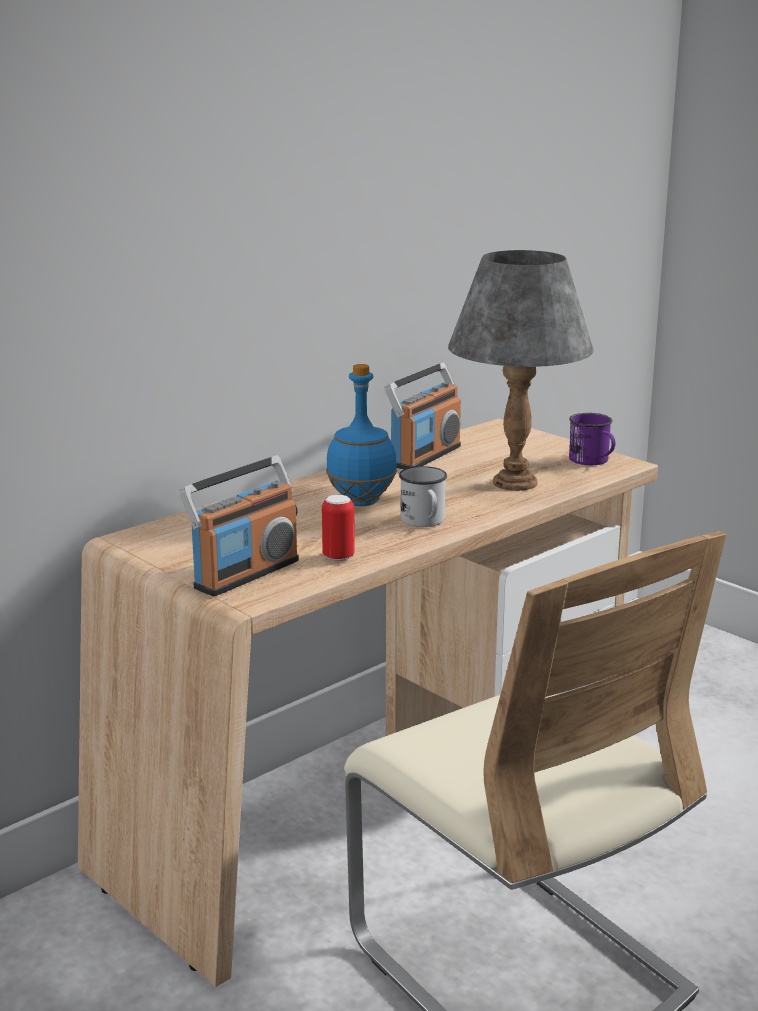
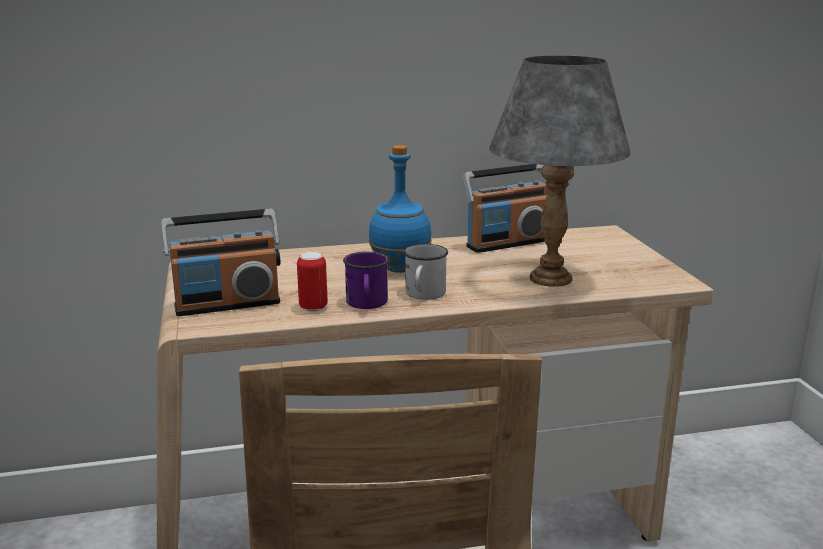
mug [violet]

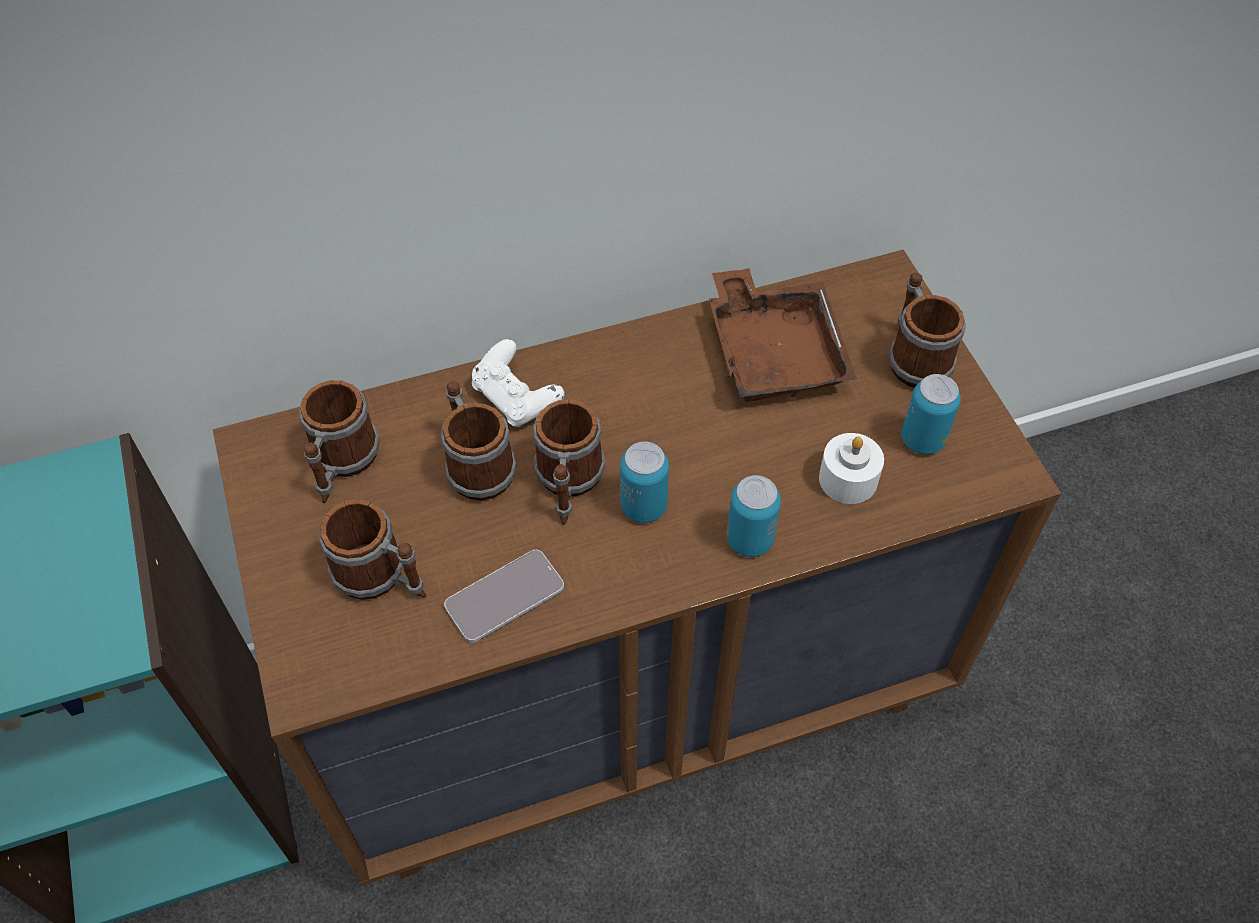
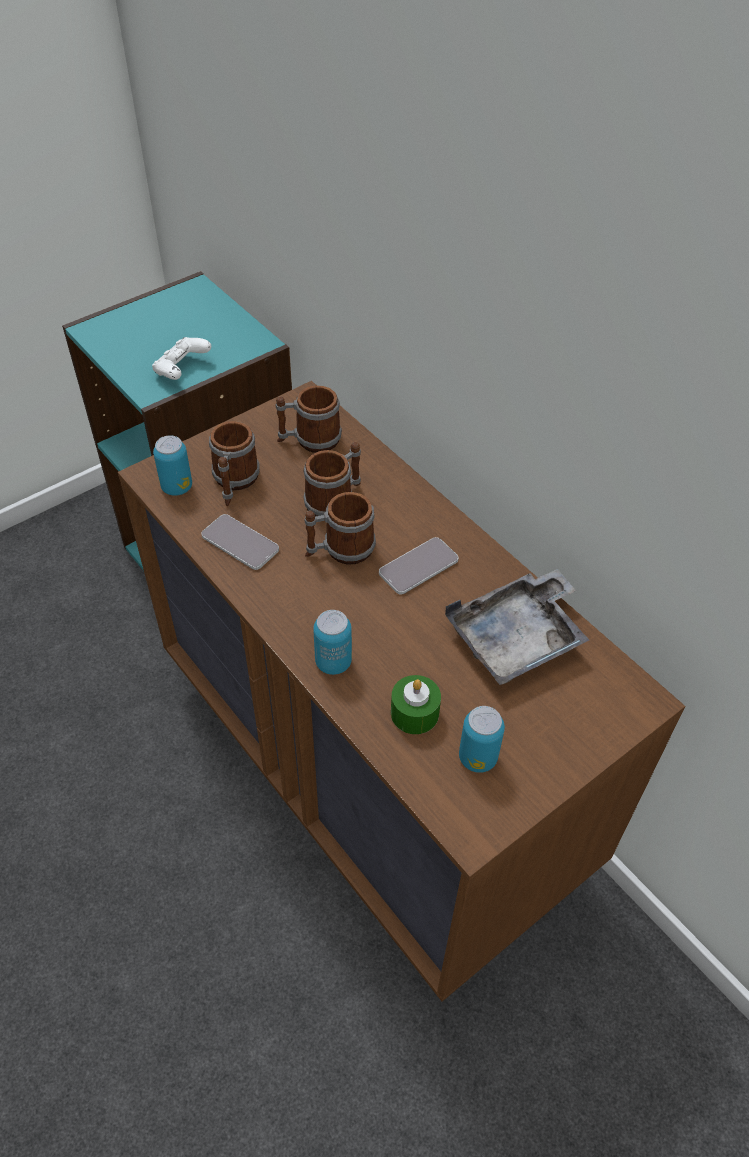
plateau [gris]
mug (no. 5 from left in the first image)
manette [blanc]
bougie [vert]
boîte métallique (no. 1 from left)
téléphone (no. 2 from left)

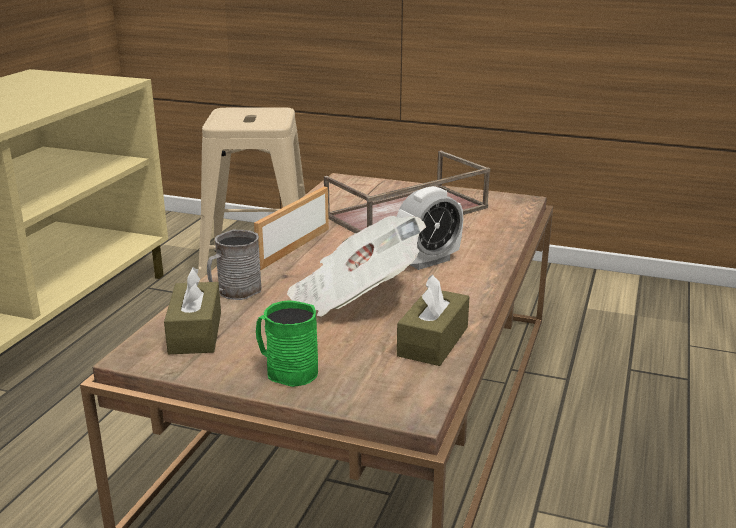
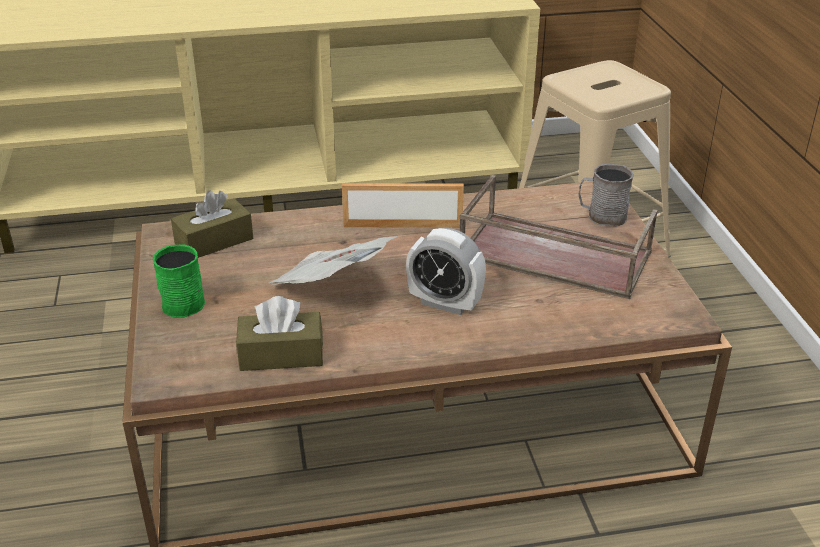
mug [gris]

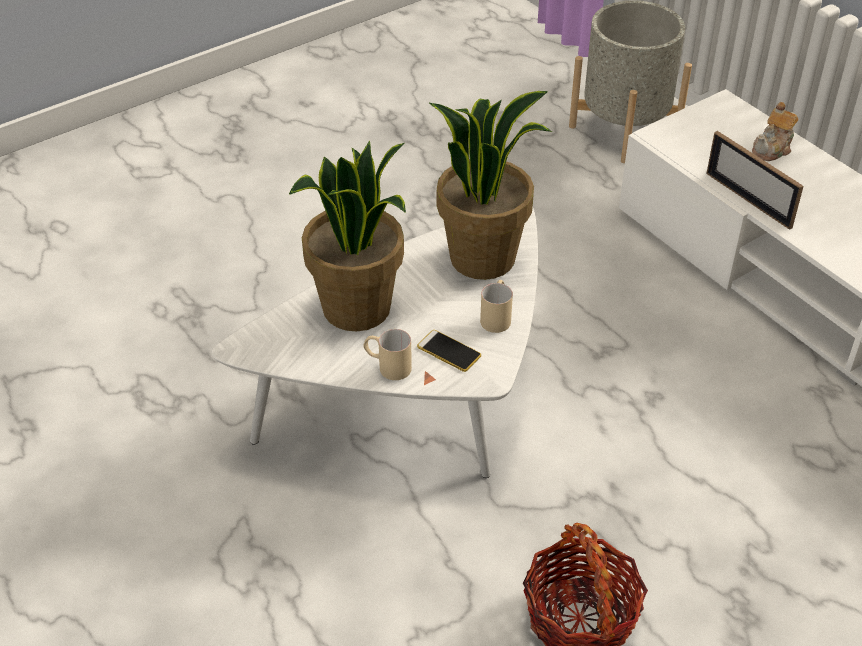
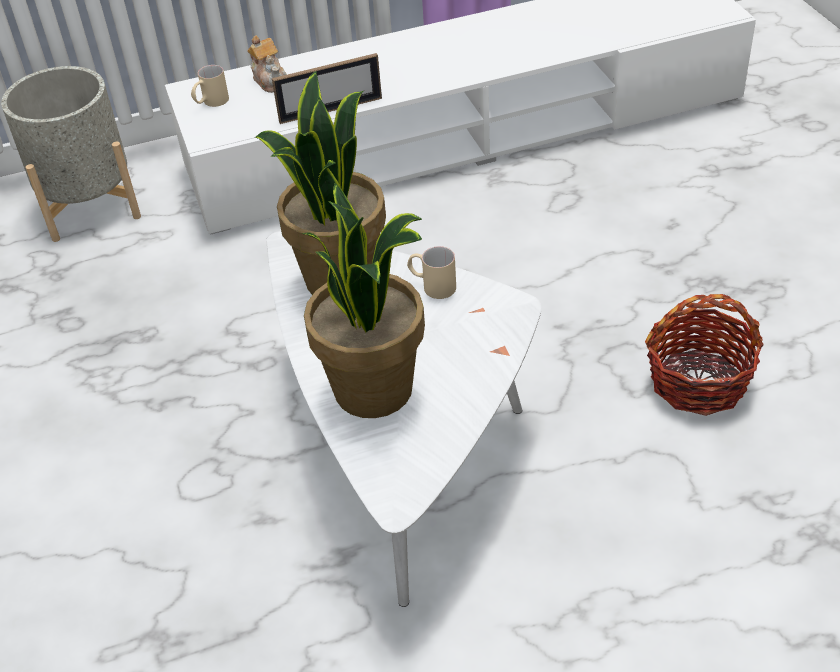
mug [beige] (no. 1 from left)
téléphone

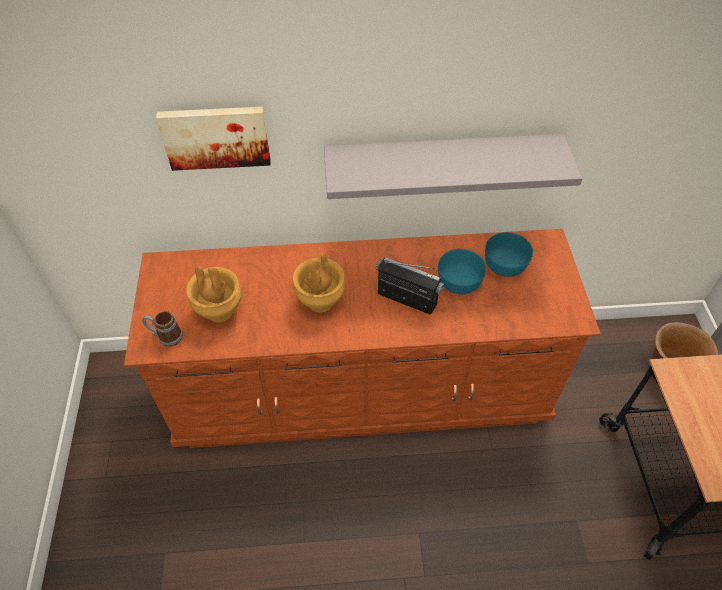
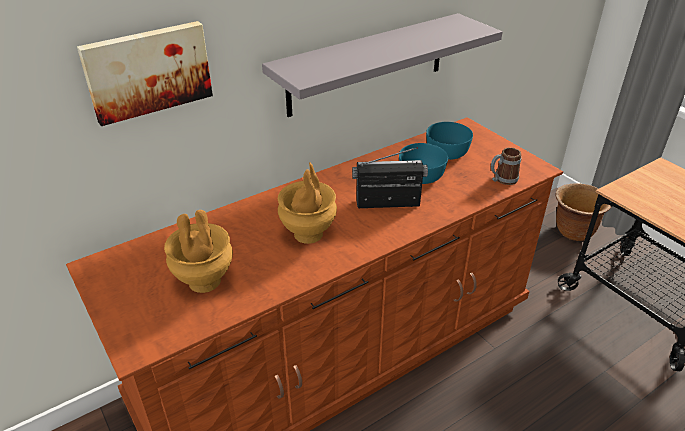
mug

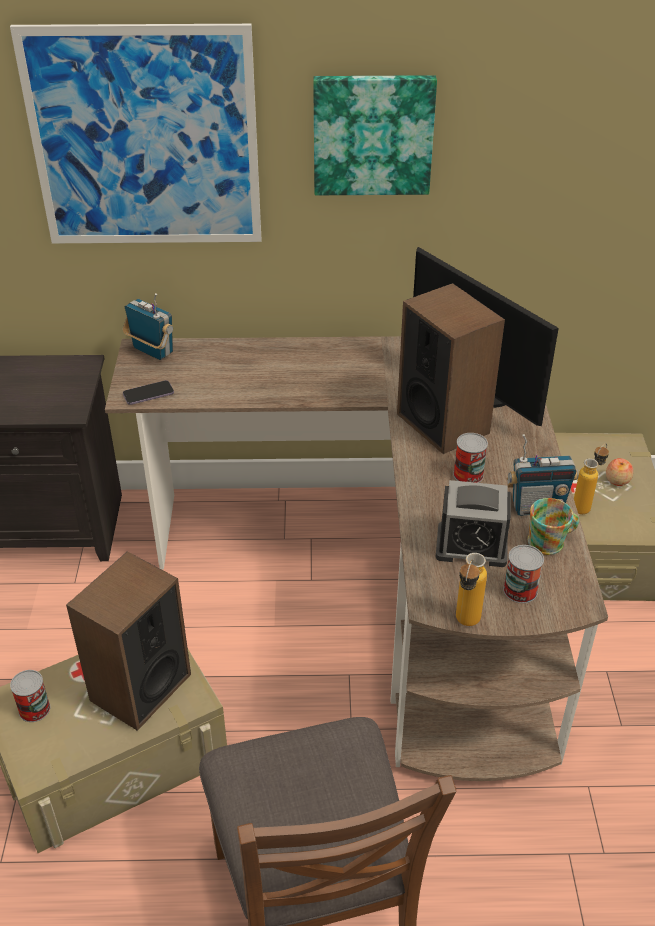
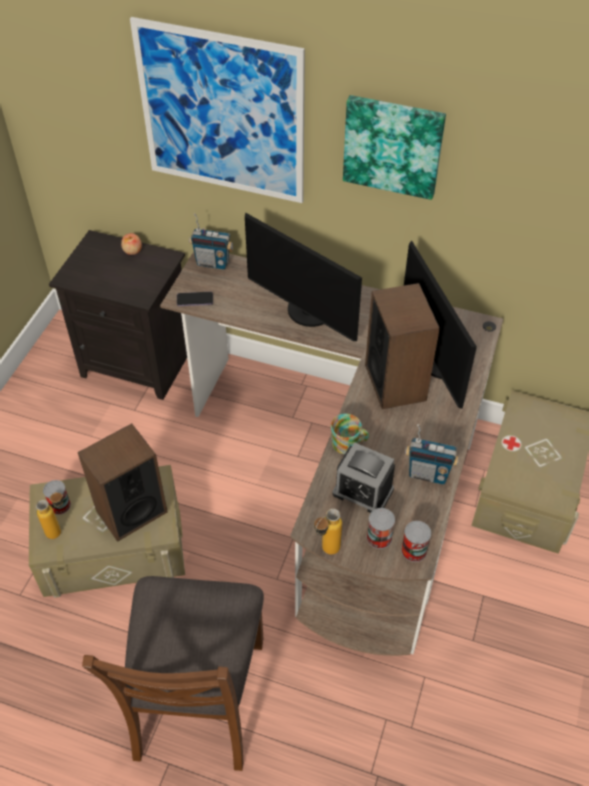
radio (no. 1 from left)
boîte métallique (no. 3 from left)
bouteille (no. 1 from left)
pomme
mug
écran d'ordinateur (no. 1 from left)

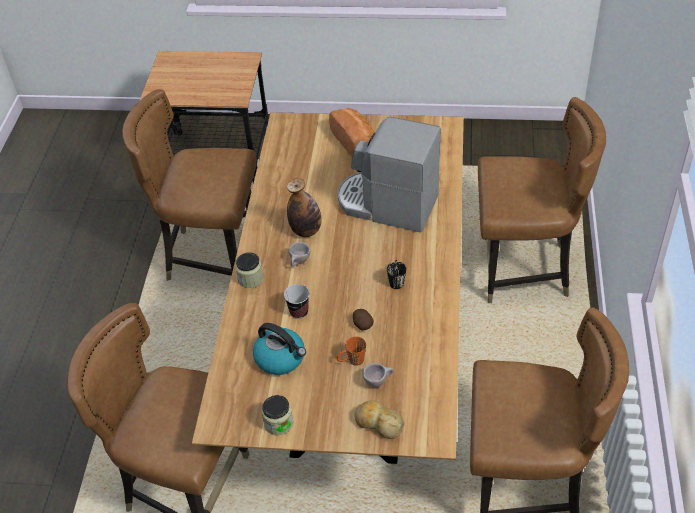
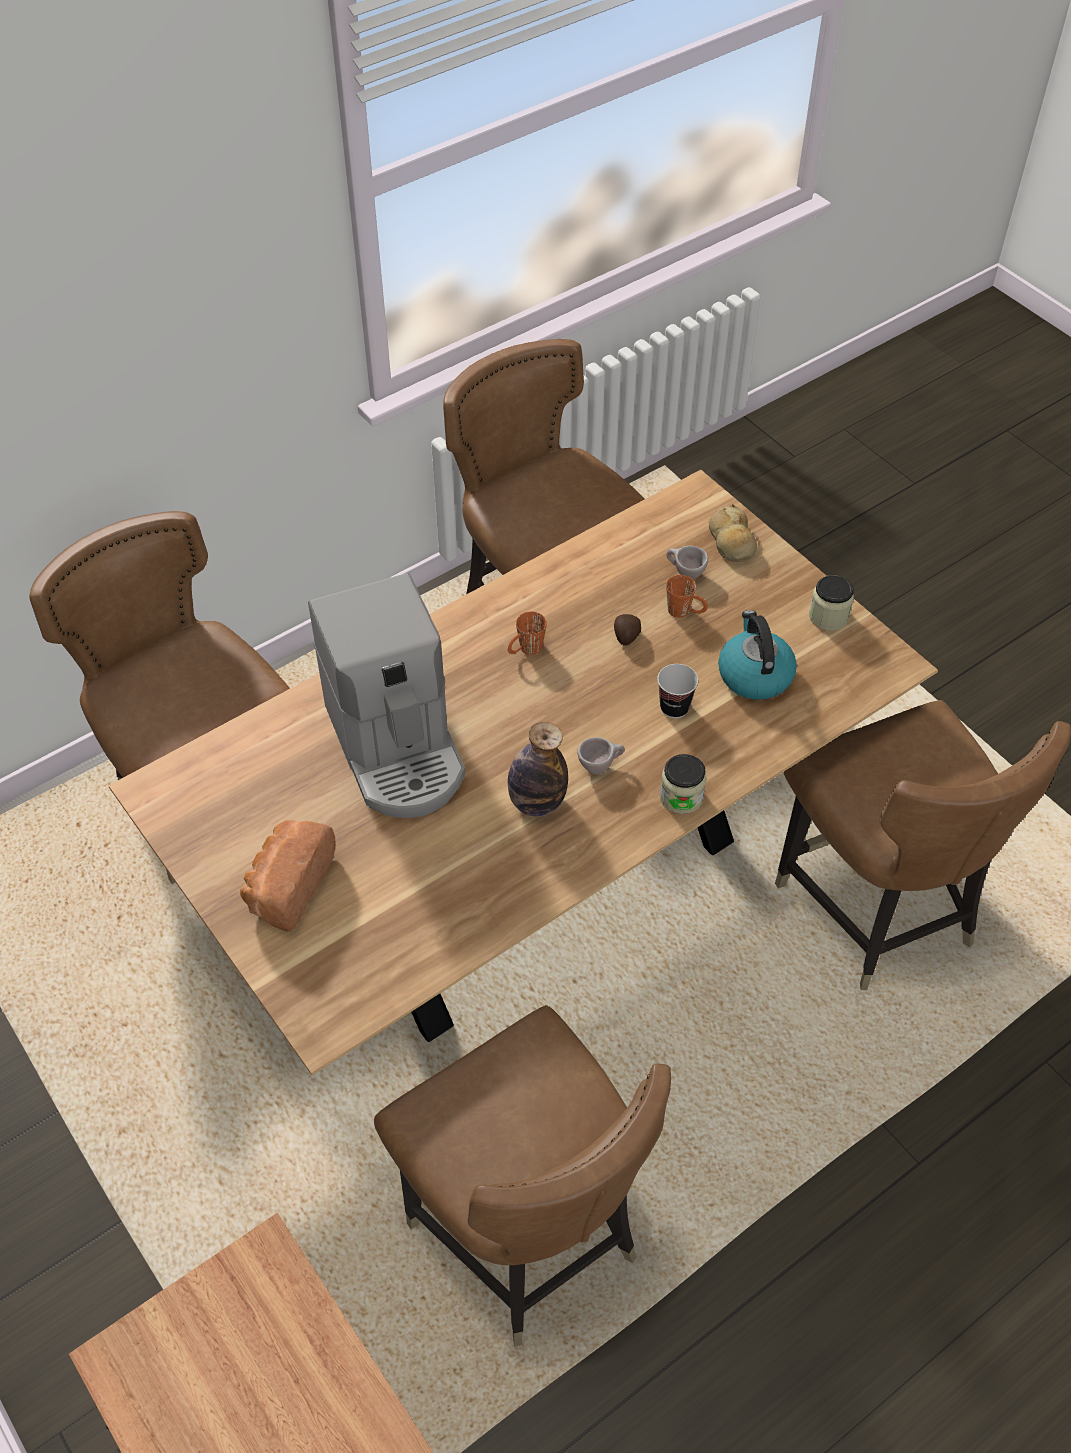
mug [orange] (no. 1 from left)

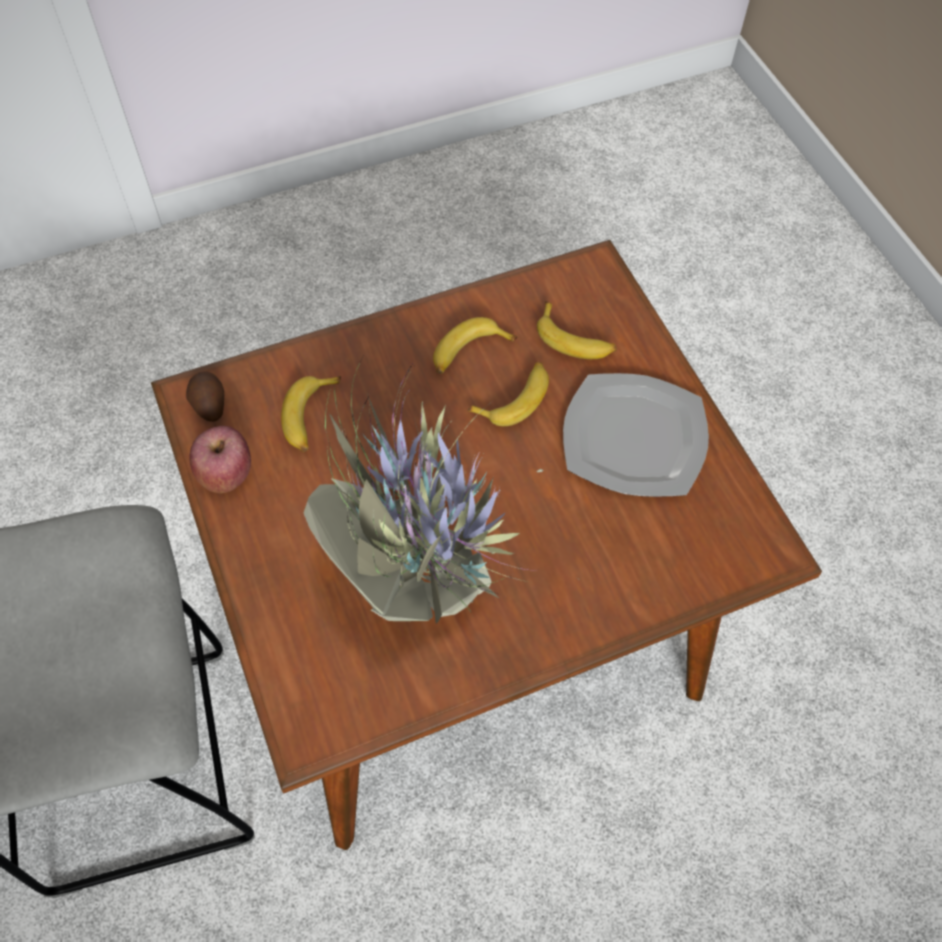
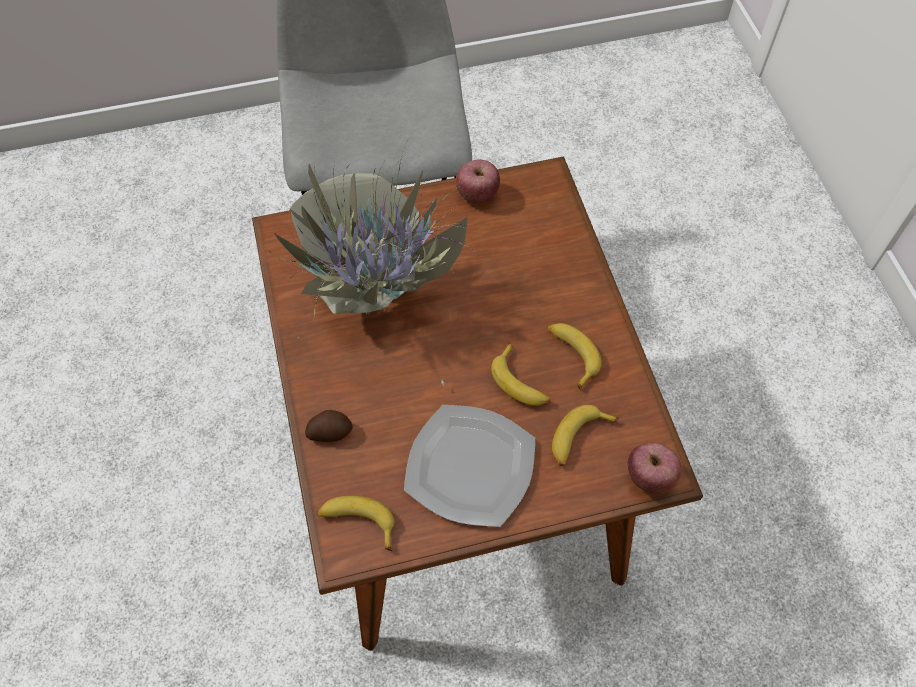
pomme de terre
banane (no. 1 from left)
pomme (no. 2 from left)

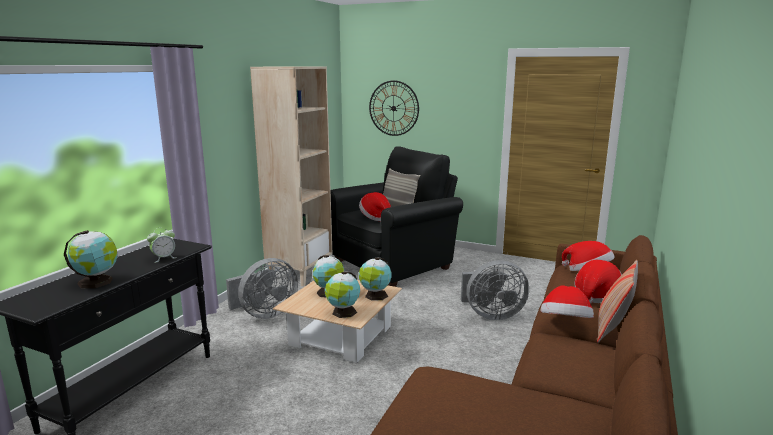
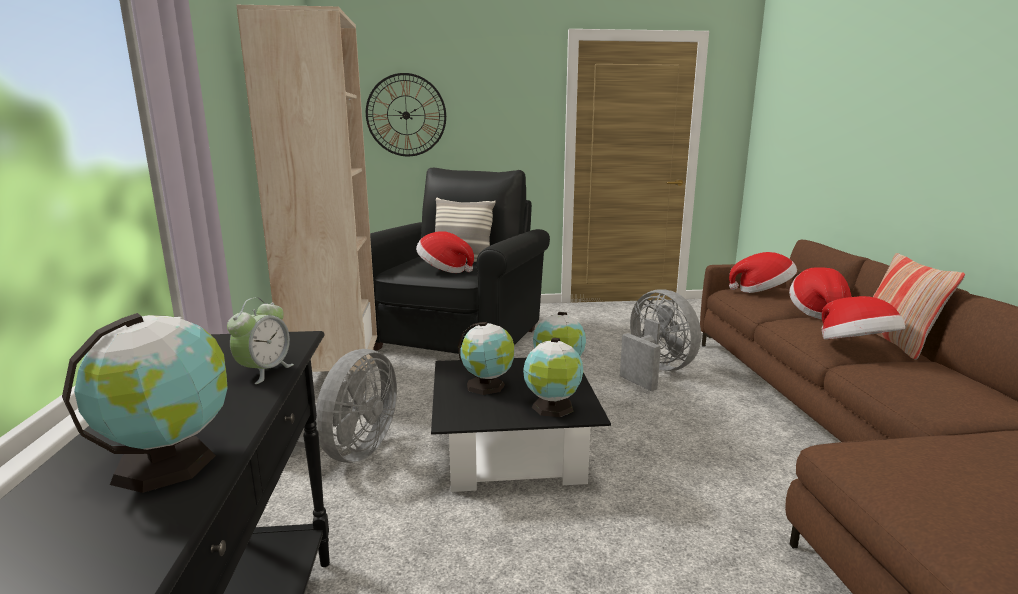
ventilateur [gris] (no. 2 from left)
table basse [noir]

